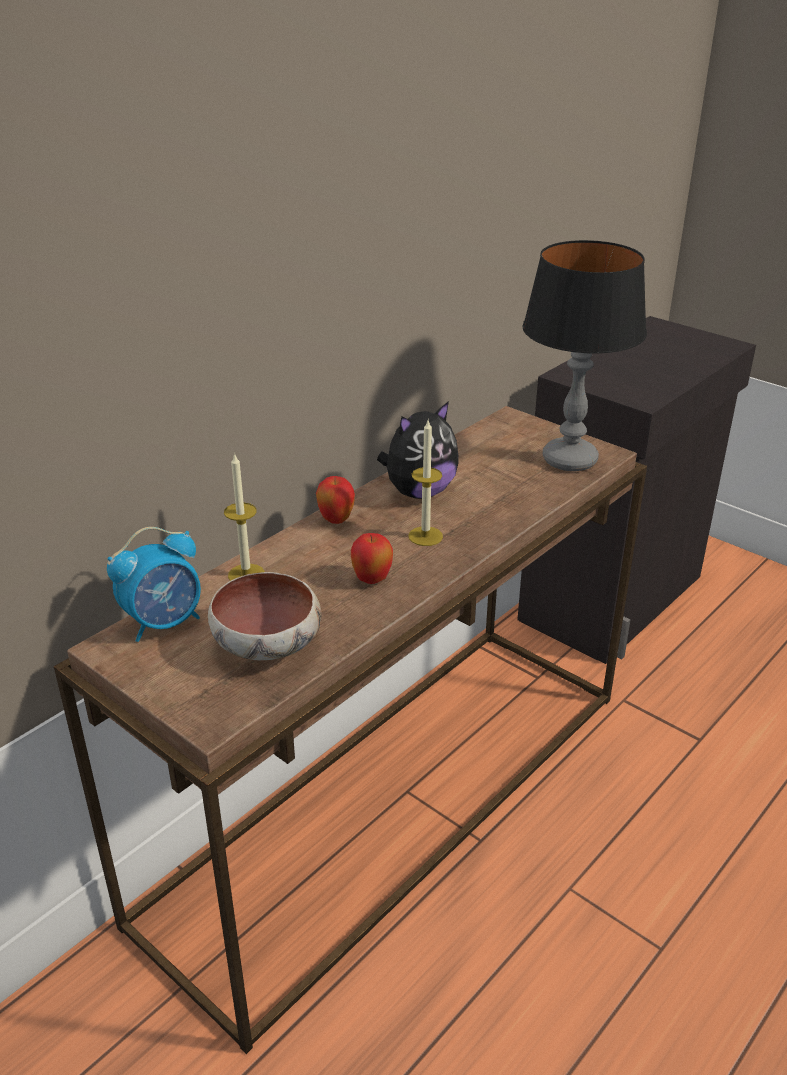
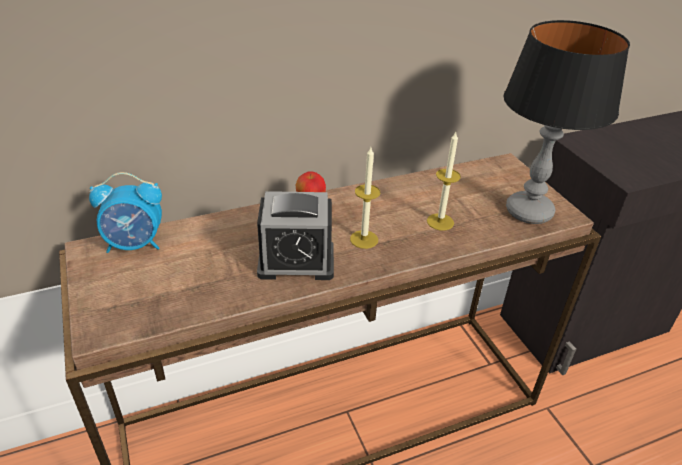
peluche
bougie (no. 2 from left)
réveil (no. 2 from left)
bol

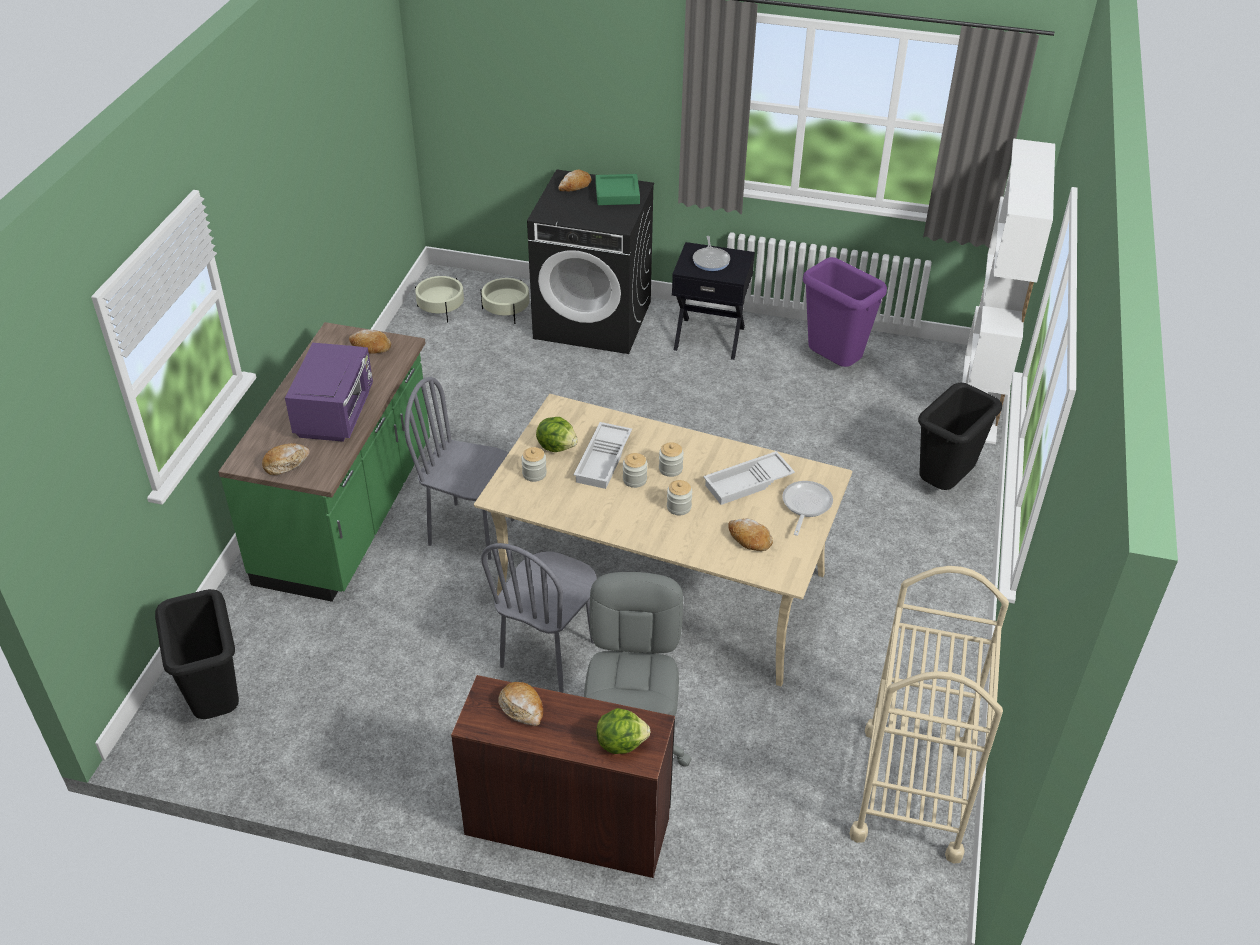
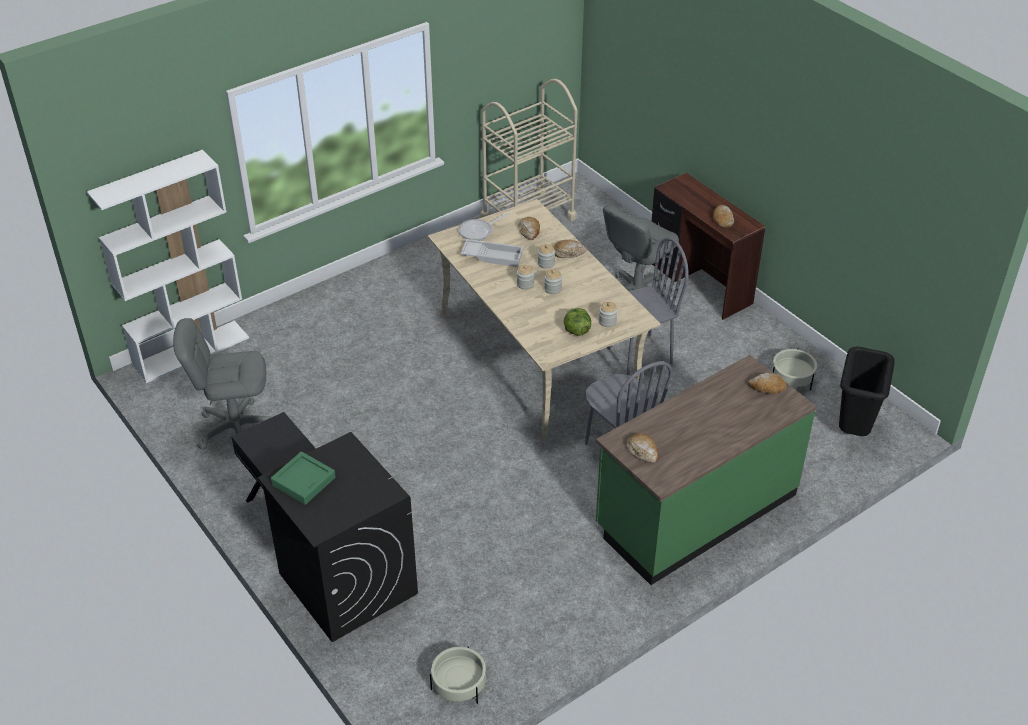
pain (no. 2 from left)
poêle (no. 1 from left in the first image)
chaise de bureau [gris] (no. 1 from left)
cache-pot [beige] (no. 2 from left)
micro-ondes [violet]
poubelle [noir] (no. 2 from left in the first image)
plateau [blanc] (no. 1 from left in the first image)
laitue (no. 2 from left in the first image)

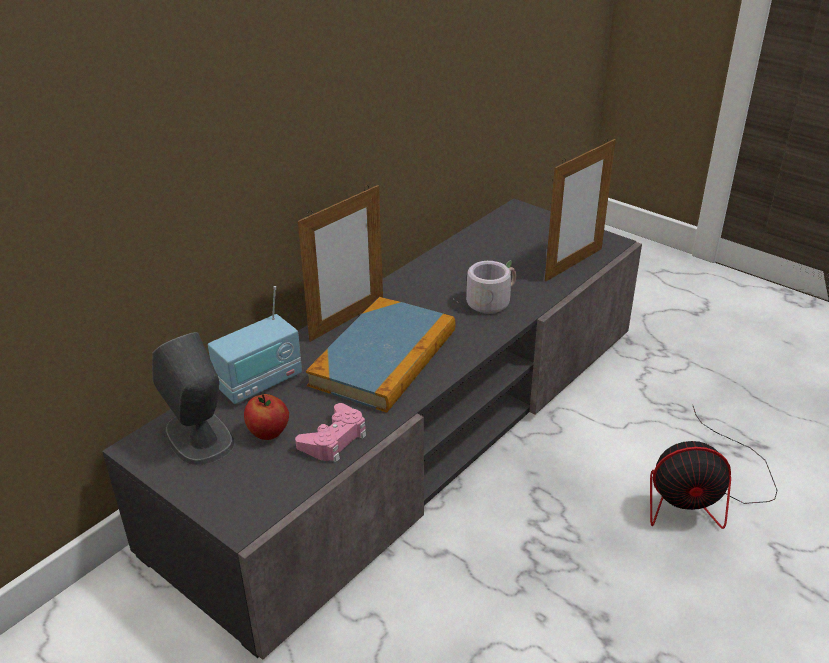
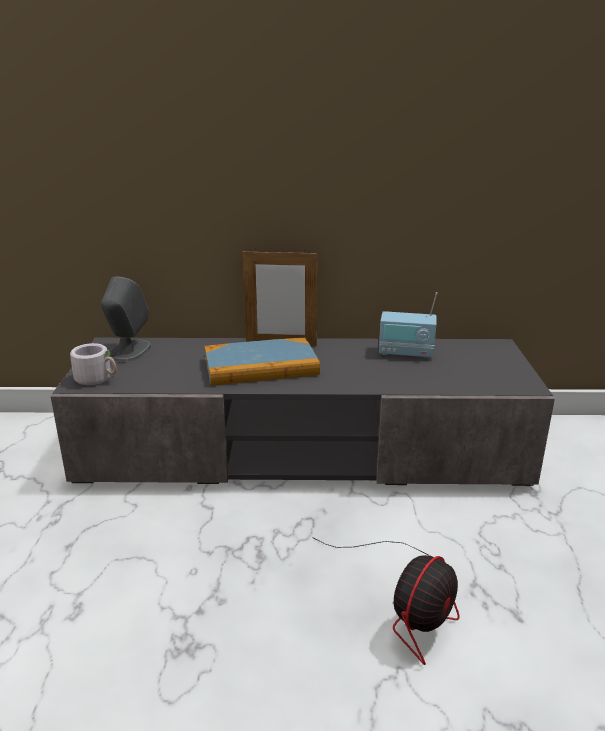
cadre photo (no. 2 from left in the first image)
mug [gris]
radio
pomme
manette [rose]
ventilateur

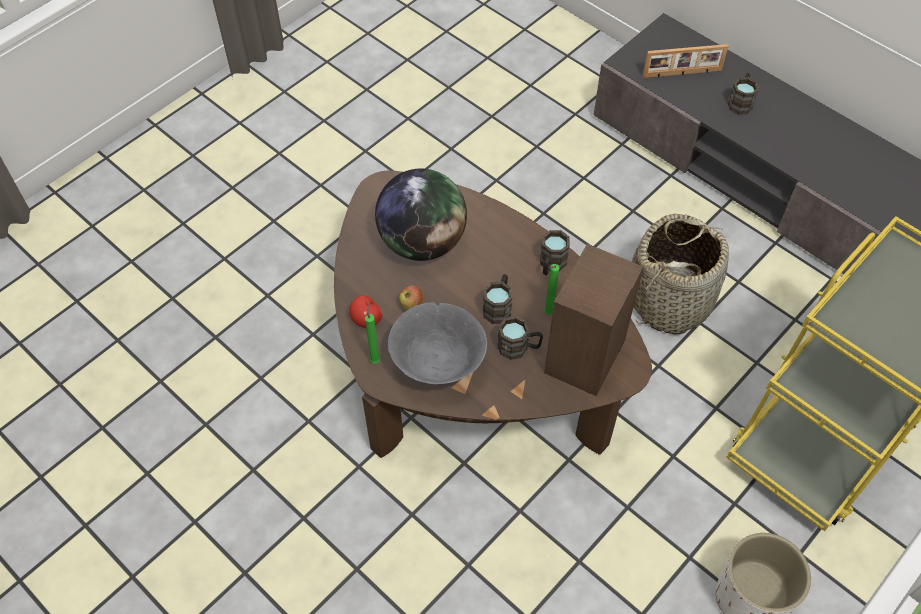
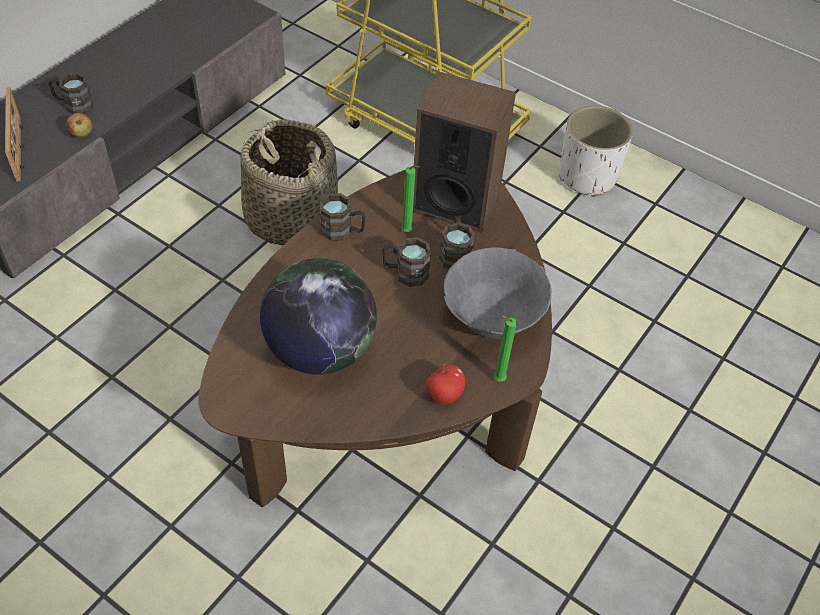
pomme (no. 1 from left)

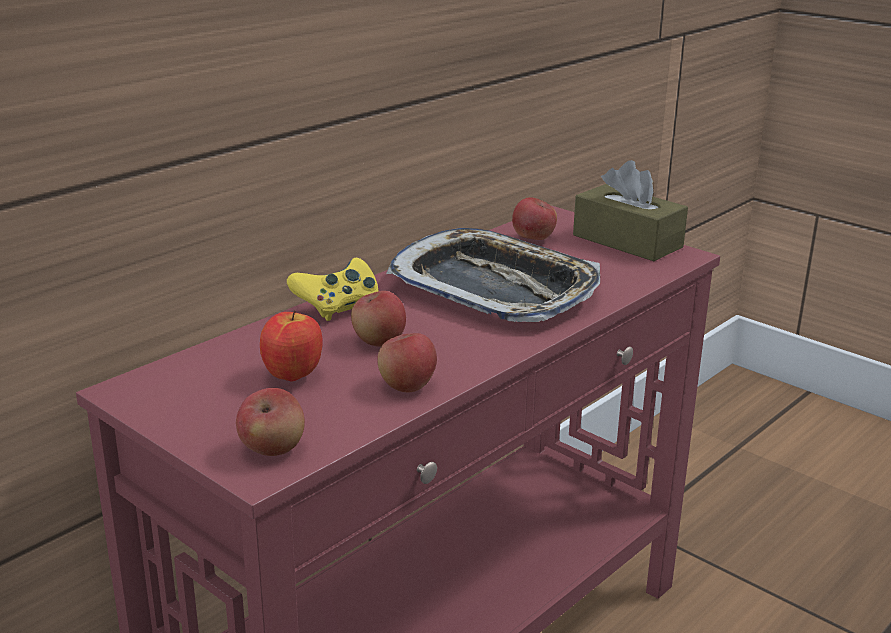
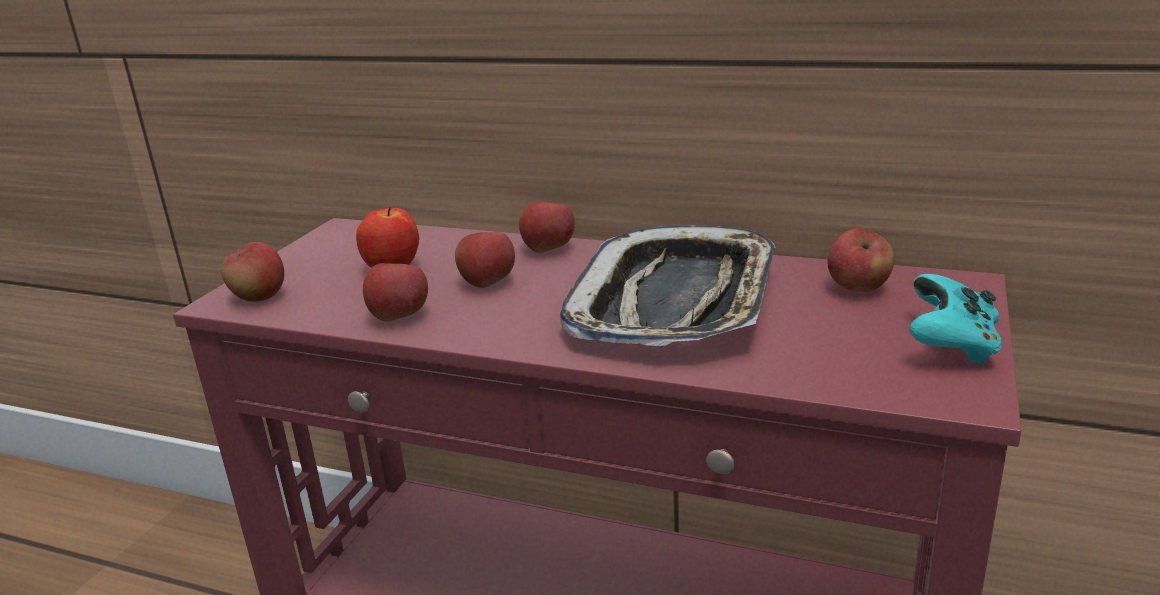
manette [turquoise]
pomme (no. 5 from left)

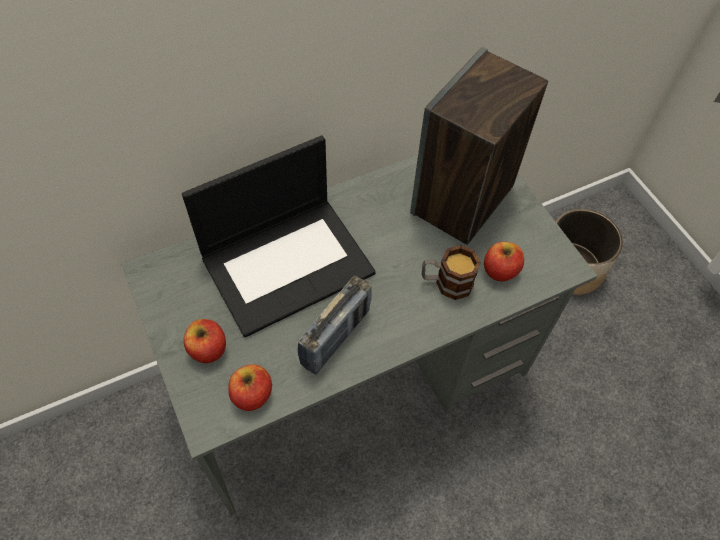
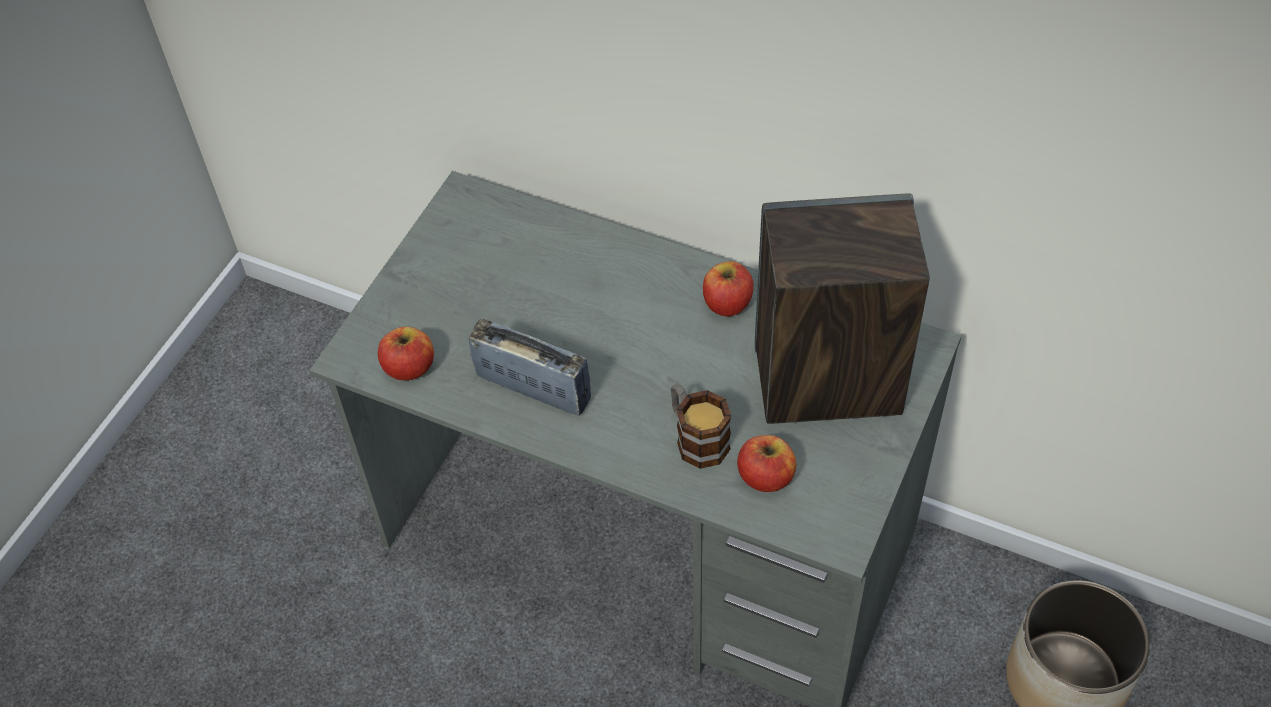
ordinateur portable
radio
pomme (no. 2 from left)

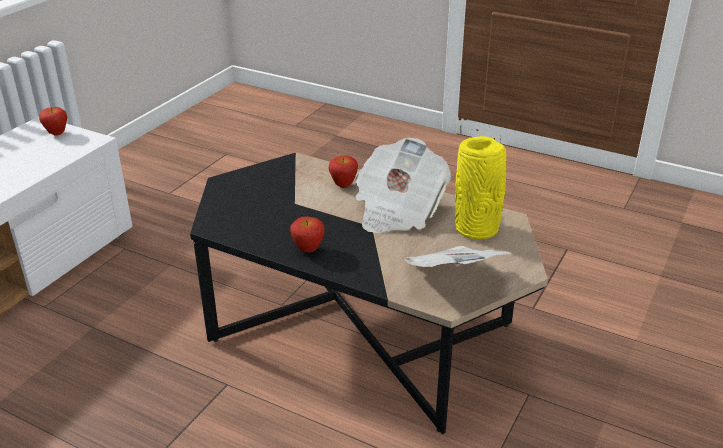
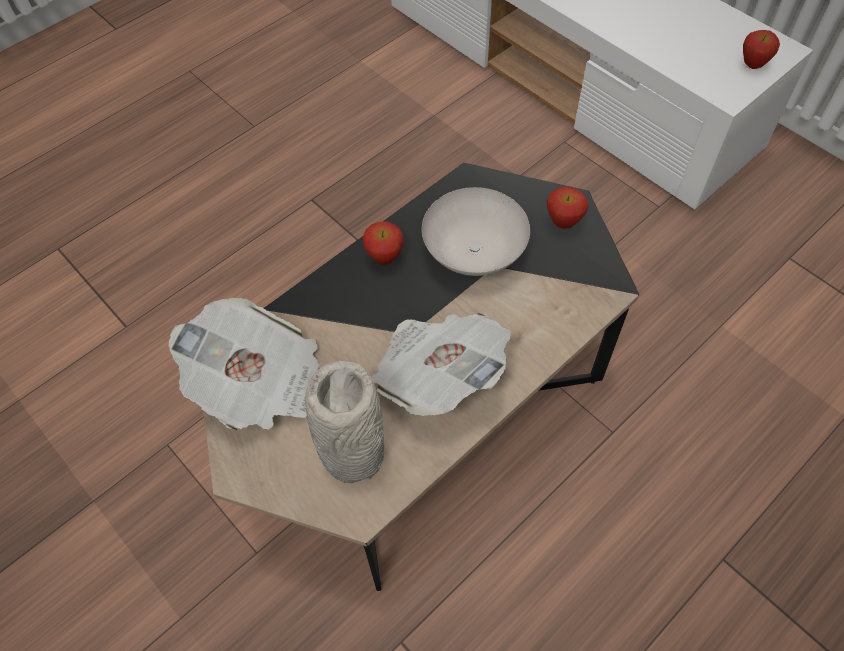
vase [gris]
pomme (no. 2 from left)
bol [blanc]

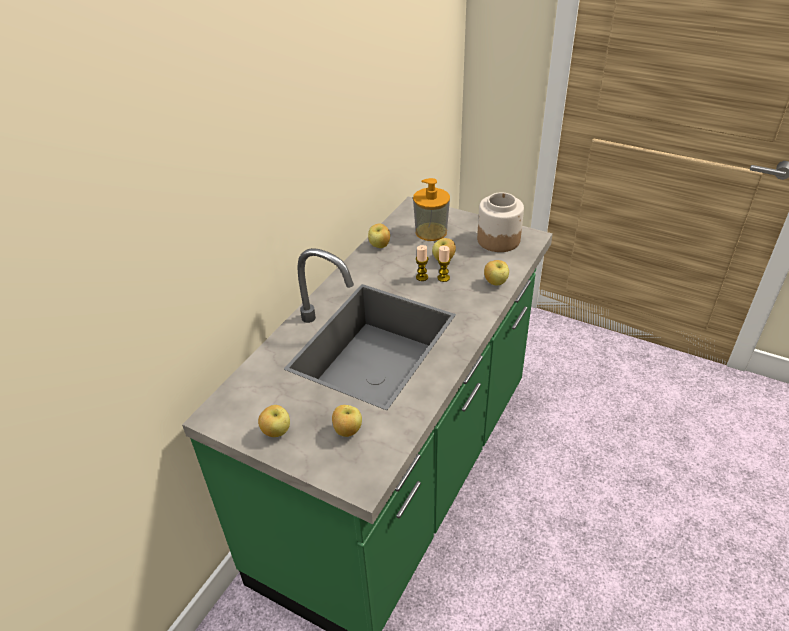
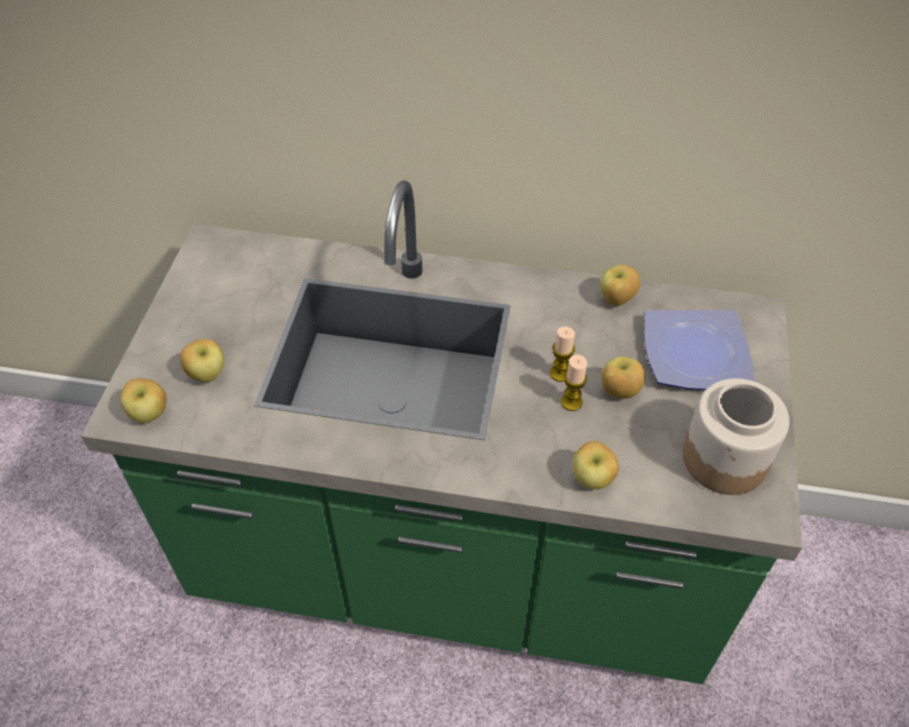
assiette
pomme (no. 1 from left)

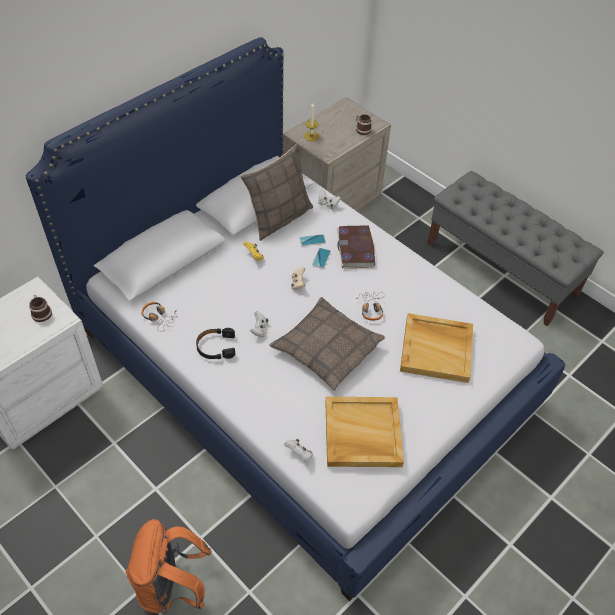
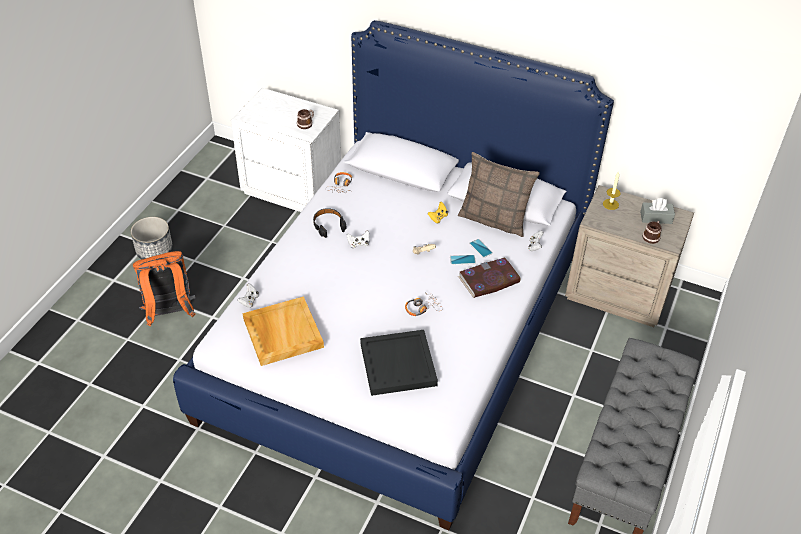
coussin (no. 2 from left in the first image)
plateau [noir]
boîte à mouchoirs [gris]
cache-pot

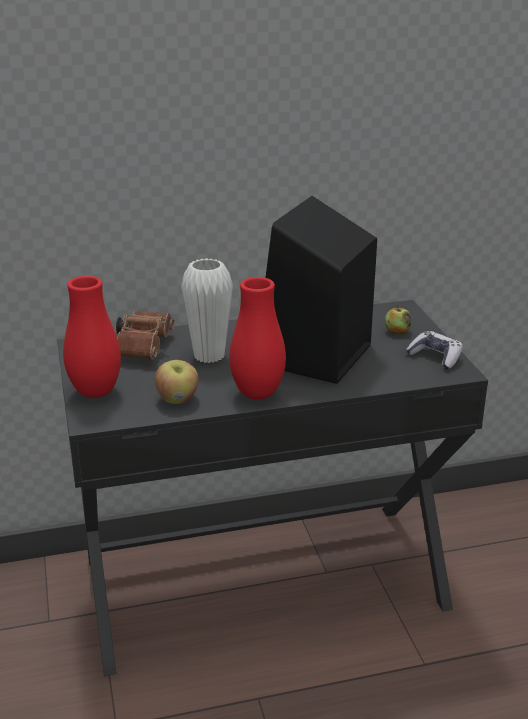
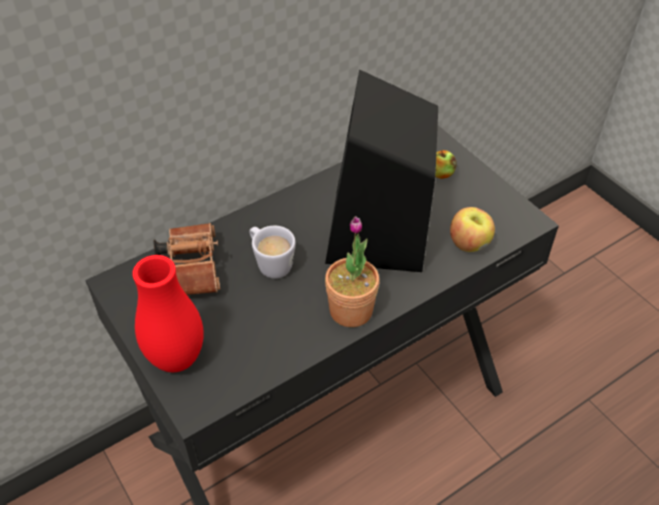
mug [blanc]
plante en pot
manette
pomme (no. 2 from left)

